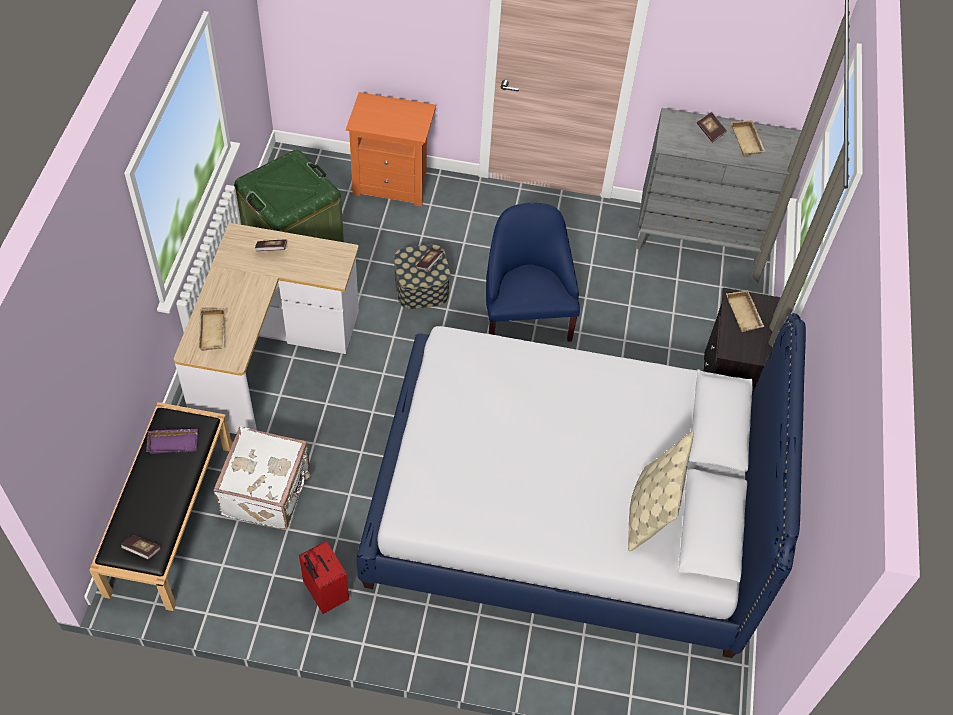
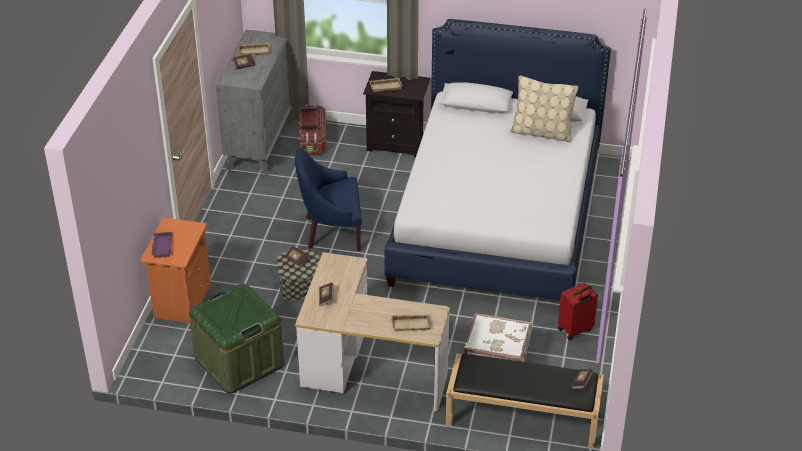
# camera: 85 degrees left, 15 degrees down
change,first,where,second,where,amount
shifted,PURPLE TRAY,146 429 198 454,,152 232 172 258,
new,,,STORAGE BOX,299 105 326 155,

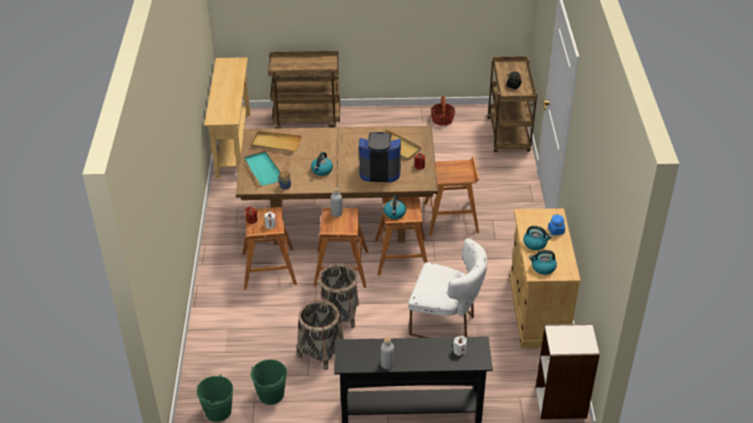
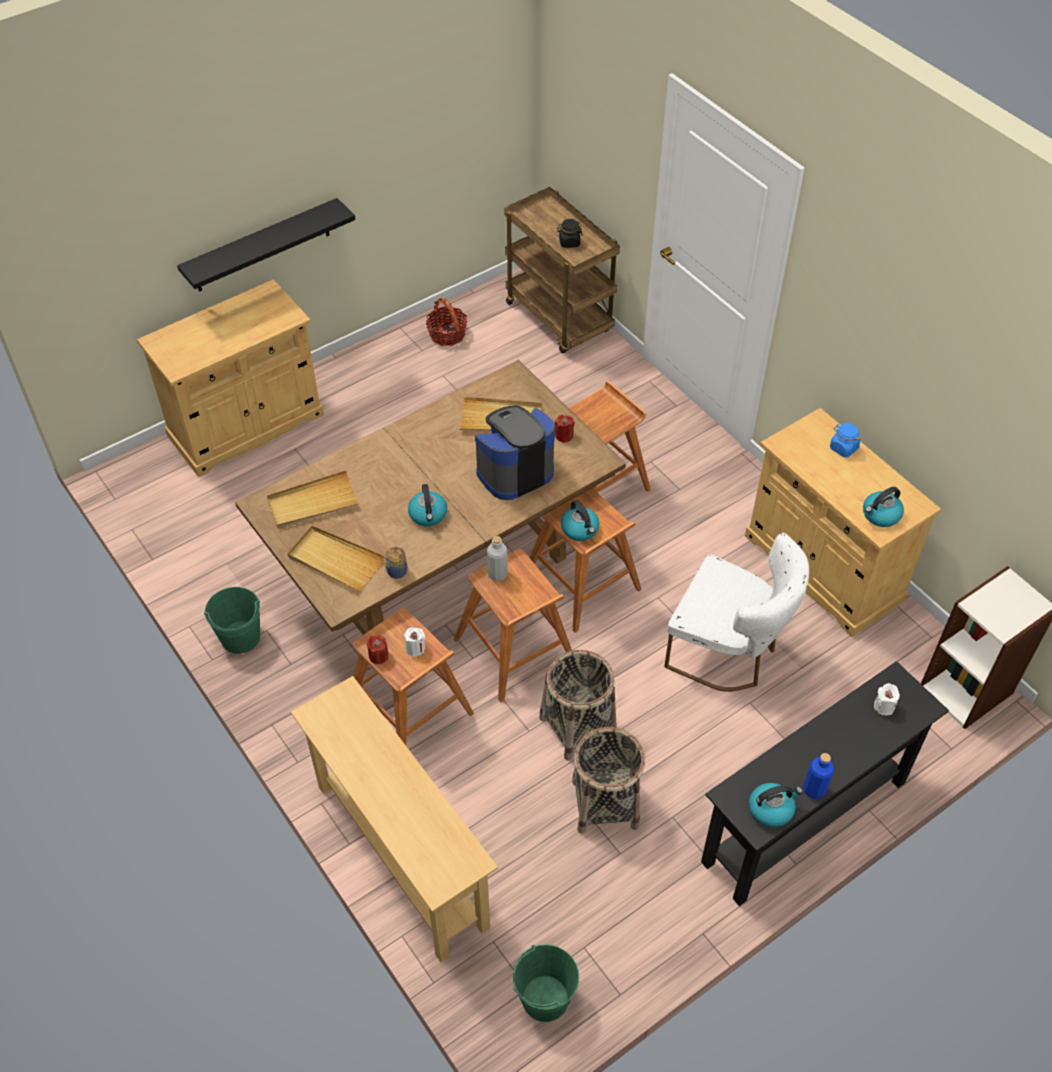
# camera: 35 degrees left, 10 degrees up
change,first,where,second,where,amount
swapped,BROWN CART,268 50 340 129,BEIGE CABINET,137 279 324 477,
new,,,BLACK SHELF,177 198 355 292,
shifted,GREEN BUCKET,251 359 287 405,,204 587 260 654,
repainted,TURQUOISE TRAY,244 151 281 186,BEIGE TRAY,287 526 385 591,
shifted,BEIGE CONSOLE TABLE,204 57 250 178,,291 676 498 962,
rotated,WHITE CHAIR,408 238 487 338,,664 533 809 692,45 degrees clockwise
shifted,KETTLE,523 226 552 250,,749 783 803 827,
repainted,GREY BOTTLE,381 337 394 369,BLUE BOTTLE,803 753 834 799,

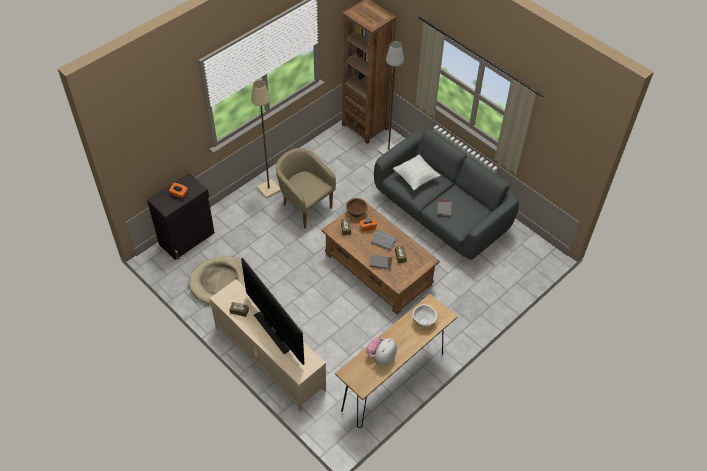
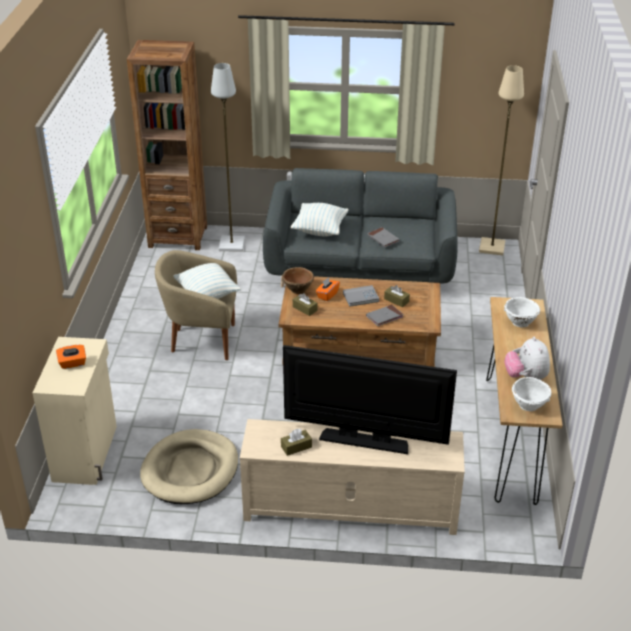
# camera: 40 degrees left, 15 degrees down
change,first,where,second,where,amount
repainted,BLACK CABINET,147 173 215 260,BEIGE CABINET,33 337 117 485,
new,,,PILLOW,173 263 241 299,
shifted,BEIGE FLOOR LAMP,251 80 281 199,,479 65 524 255,
new,,,WHITE BOWL,512 377 551 411,

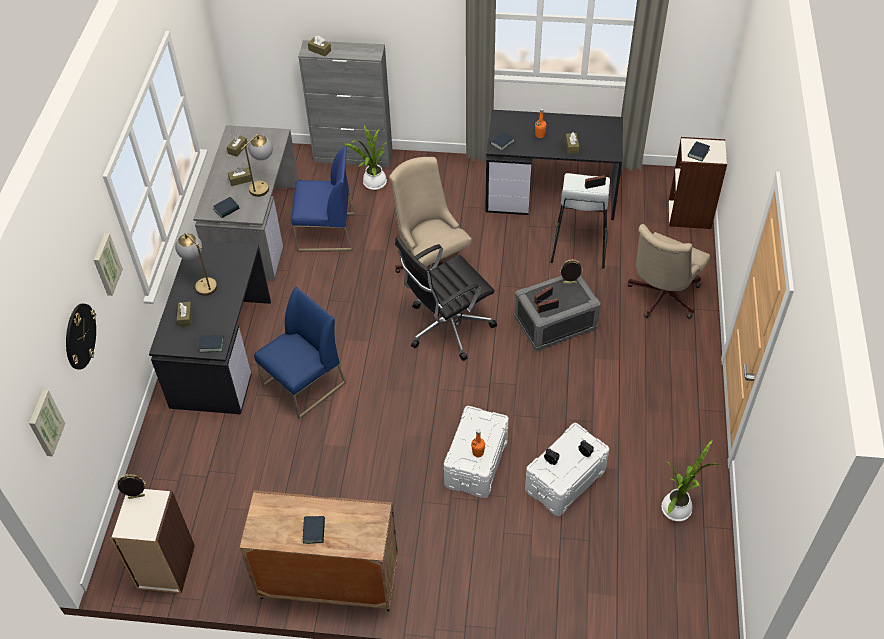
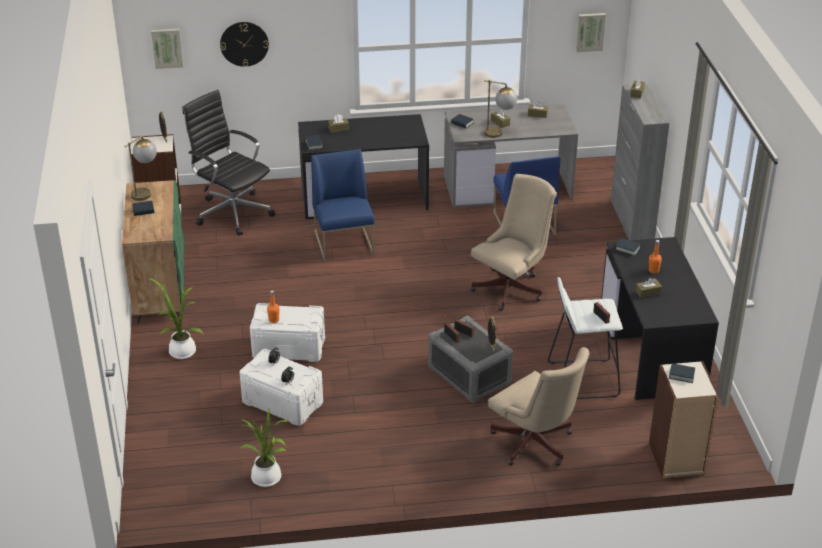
# camera: 75 degrees right, 15 degrees down
change,first,where,second,where,amount
repainted,BROWN CABINET,240 490 397 612,GREEN CABINET,122 180 184 323,
shifted,TABLE LAMP,175 233 217 296,,124 135 157 201,
shifted,POTTED PLANT,345 124 387 190,,149 278 204 359,
shifted,BLACK OFFICE CHAIR,395 236 497 361,,182 90 275 235,
rotated,BLUE CHAIR,254 287 346 419,,311 149 375 262,135 degrees counterclockwise
rotated,BEIGE OFFICE CHAIR,628 224 710 319,,488 347 590 466,150 degrees counterclockwise
shifted,PICTURE,94 233 123 296,,576 13 606 52,

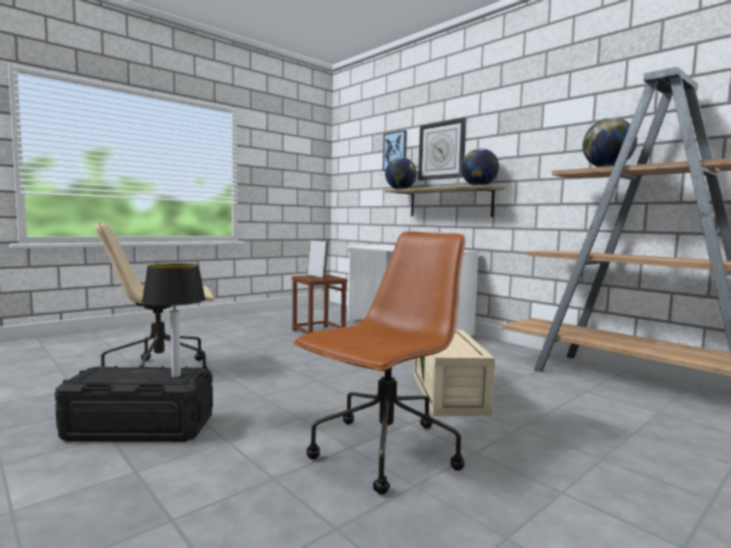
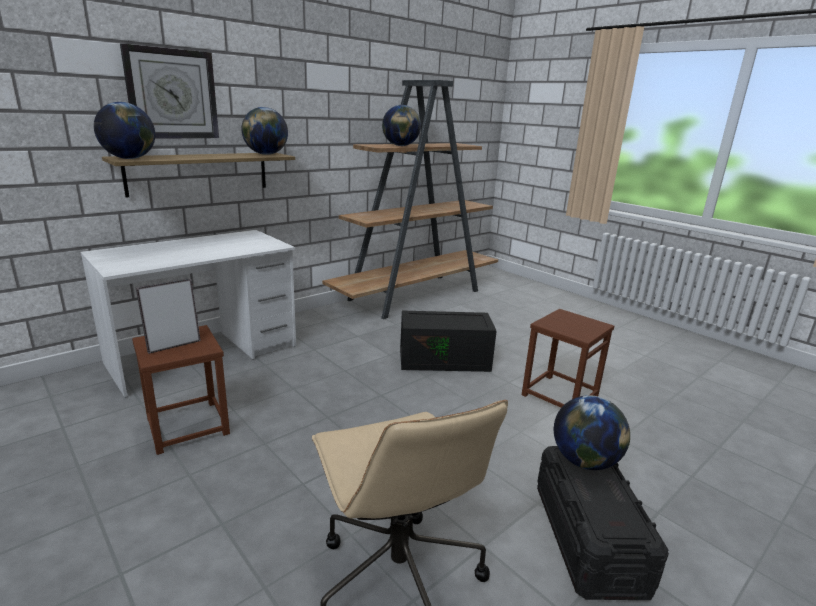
# camera: 90 degrees left, 15 degrees up
change,first,where,second,where,amount
repainted,BEIGE STORAGE BOX,414 330 495 416,BLACK STORAGE BOX,400 311 497 372,
swapped,BROWN OFFICE CHAIR,293 231 465 495,BROWN STOOL,522 309 615 408,
swapped,TABLE LAMP,142 263 206 377,GLOBE,554 395 630 470,
gone,PICTURE,383 130 407 171,,,

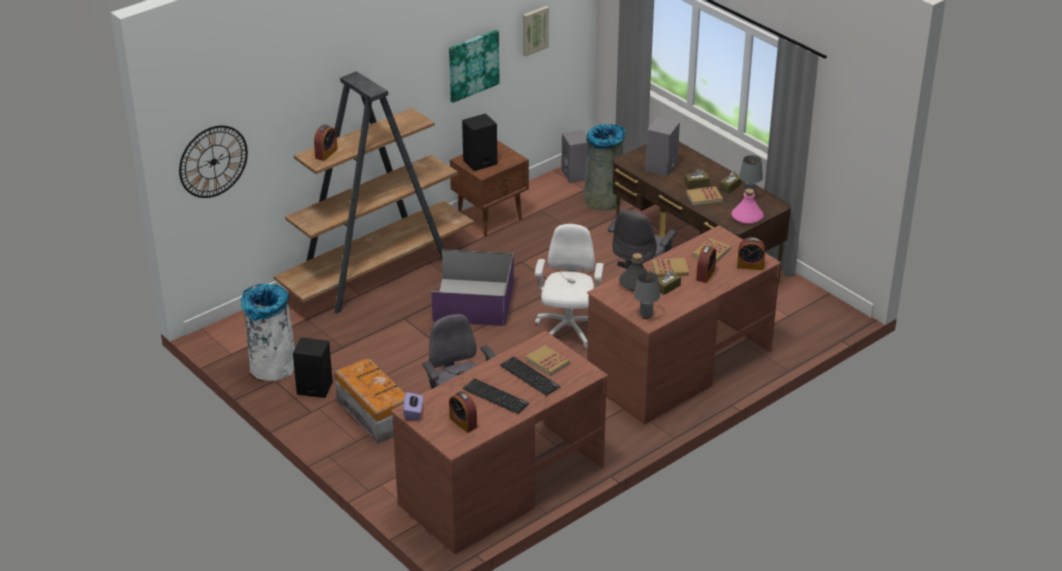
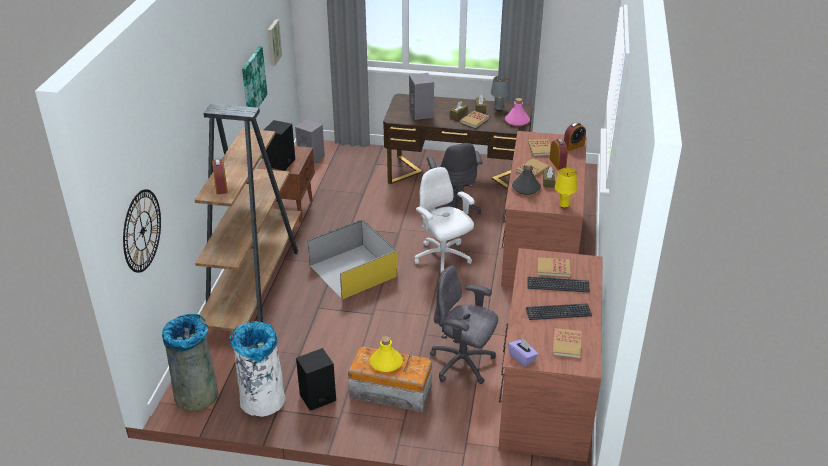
# camera: 40 degrees left, 0 degrees up
change,first,where,second,where,amount
shifted,GREY TRASH CAN,584 124 626 211,,162 314 219 411,
repainted,PURPLE STORAGE BOX,431 249 514 326,YELLOW STORAGE BOX,308 220 397 299,
new,,,YELLOW BOTTLE,370 336 403 372,
swapped,ALARM CLOCK,449 391 477 433,BOOK,552 328 582 358,
repainted,GREY TABLE LAMP,634 271 660 319,YELLOW TABLE LAMP,555 168 577 208,

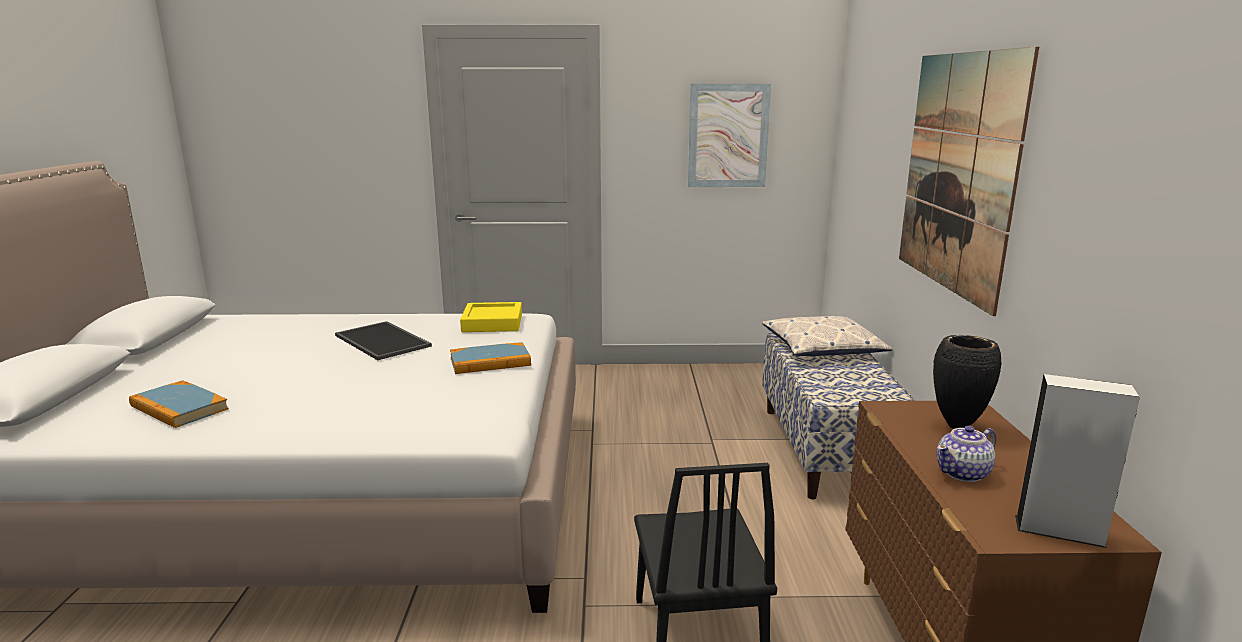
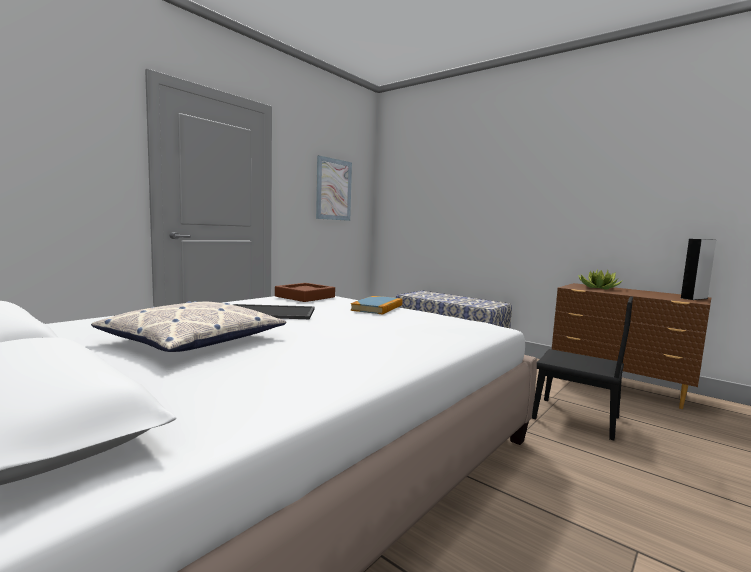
# camera: 50 degrees left, 10 degrees down
change,first,where,second,where,amount
shifted,PILLOW,762 315 893 356,,91 301 286 352,
repainted,YELLOW TRAY,460 302 522 332,BROWN TRAY,275 283 335 302,
swapped,BLACK VASE,933 335 1002 429,POTTED PLANT,578 268 623 290,
gone,BOOK,129 380 229 428,,,
gone,PICTURE,899 47 1039 316,,,
gone,TEAPOT,937 426 996 482,,,

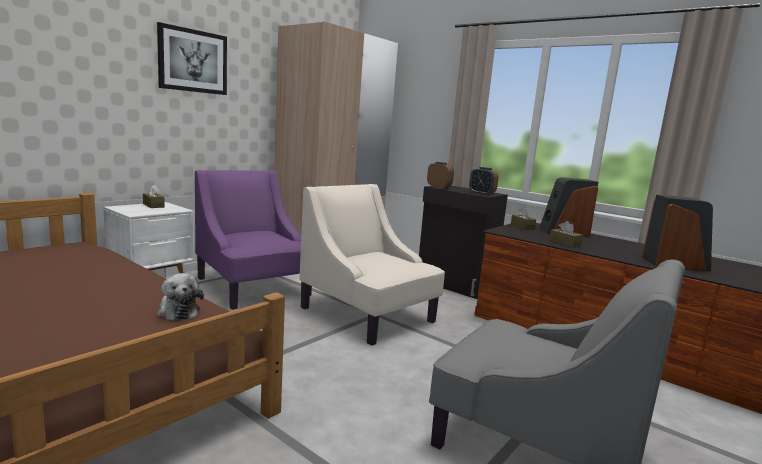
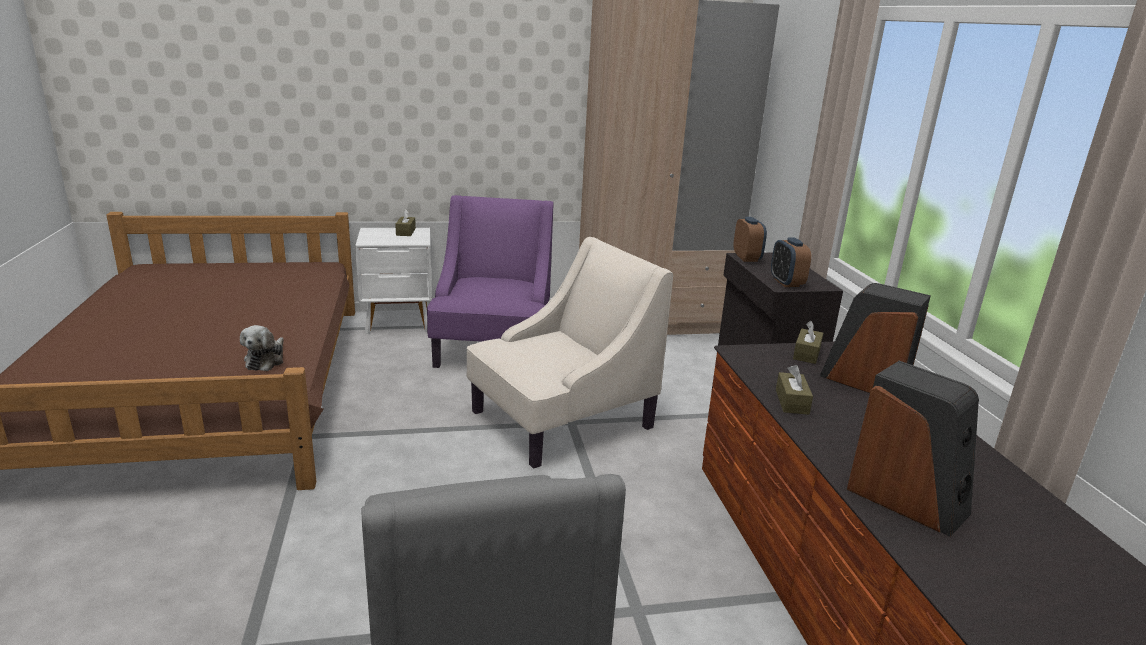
# camera: 40 degrees right, 10 degrees up
change,first,where,second,where,amount
rotated,BEIGE ARMCHAIR,299 184 445 346,,466 237 673 469,60 degrees clockwise
gone,PICTURE,157 22 227 95,,,

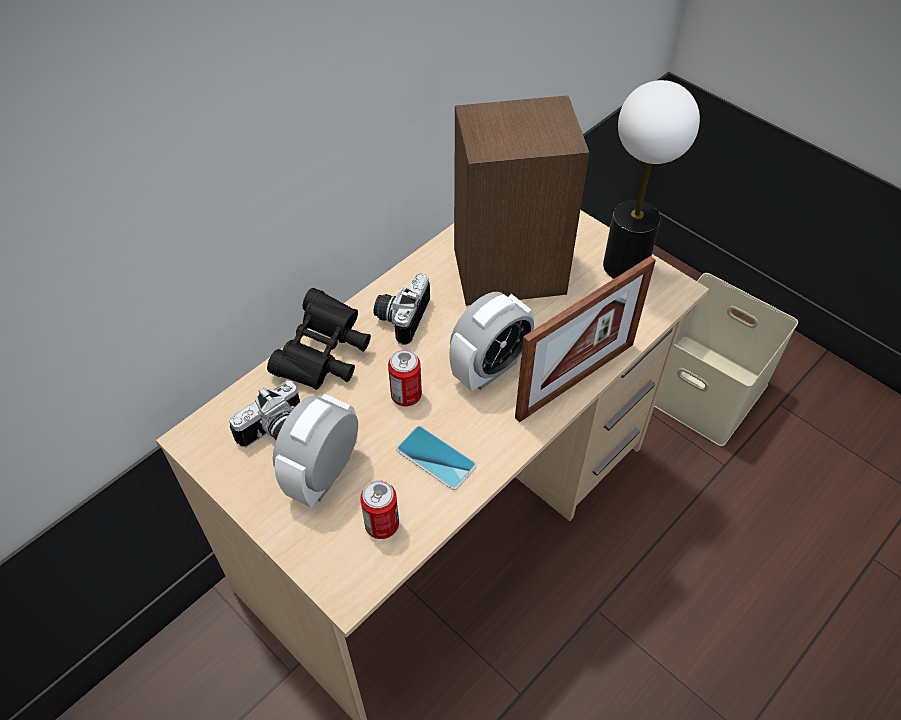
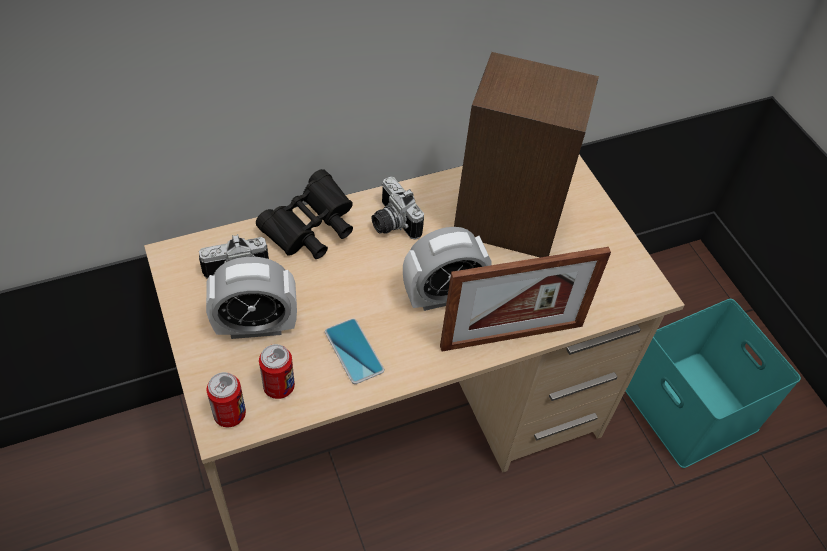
# camera: 20 degrees right, 0 degrees up
change,first,where,second,where,amount
rotated,ALARM CLOCK,273 393 358 508,,206 257 297 339,150 degrees counterclockwise
shifted,CAN,388 350 422 406,,207 372 246 427,
rotated,PHOTO CAMERA,374 273 430 345,,372 176 424 240,75 degrees counterclockwise
repainted,BEIGE STORAGE BOX,654 273 798 446,TURQUOISE STORAGE BOX,625 299 801 468,
gone,TABLE LAMP,603 80 700 279,,,

